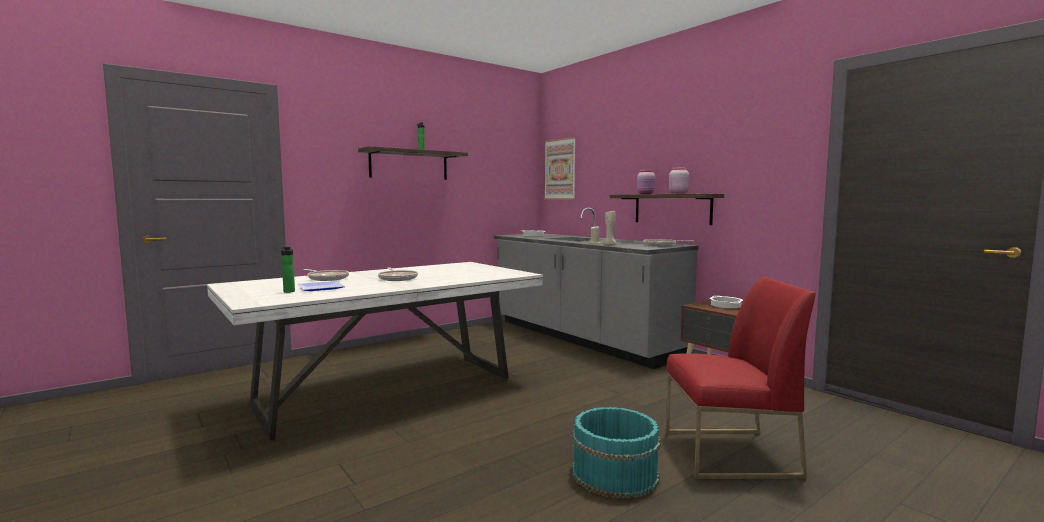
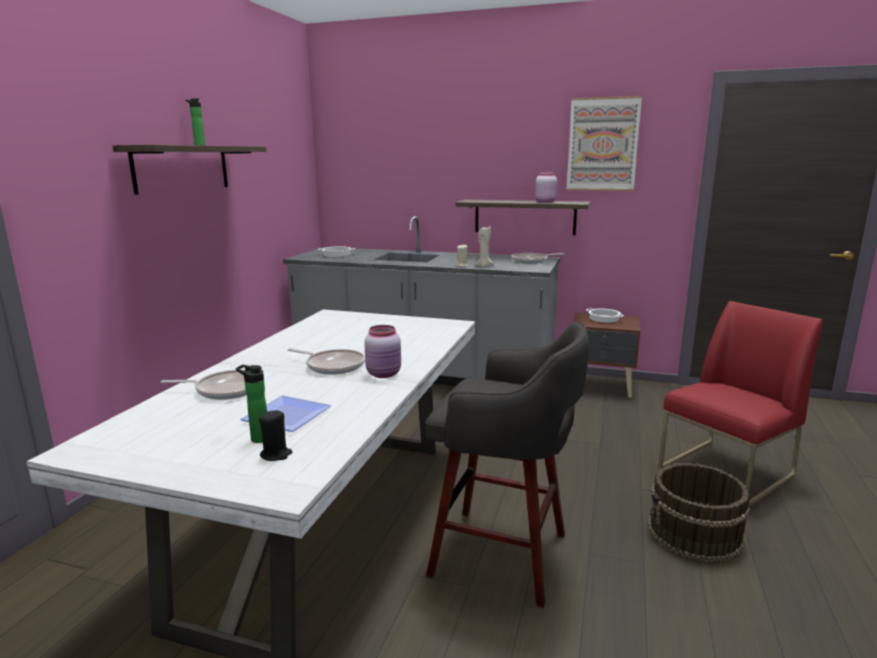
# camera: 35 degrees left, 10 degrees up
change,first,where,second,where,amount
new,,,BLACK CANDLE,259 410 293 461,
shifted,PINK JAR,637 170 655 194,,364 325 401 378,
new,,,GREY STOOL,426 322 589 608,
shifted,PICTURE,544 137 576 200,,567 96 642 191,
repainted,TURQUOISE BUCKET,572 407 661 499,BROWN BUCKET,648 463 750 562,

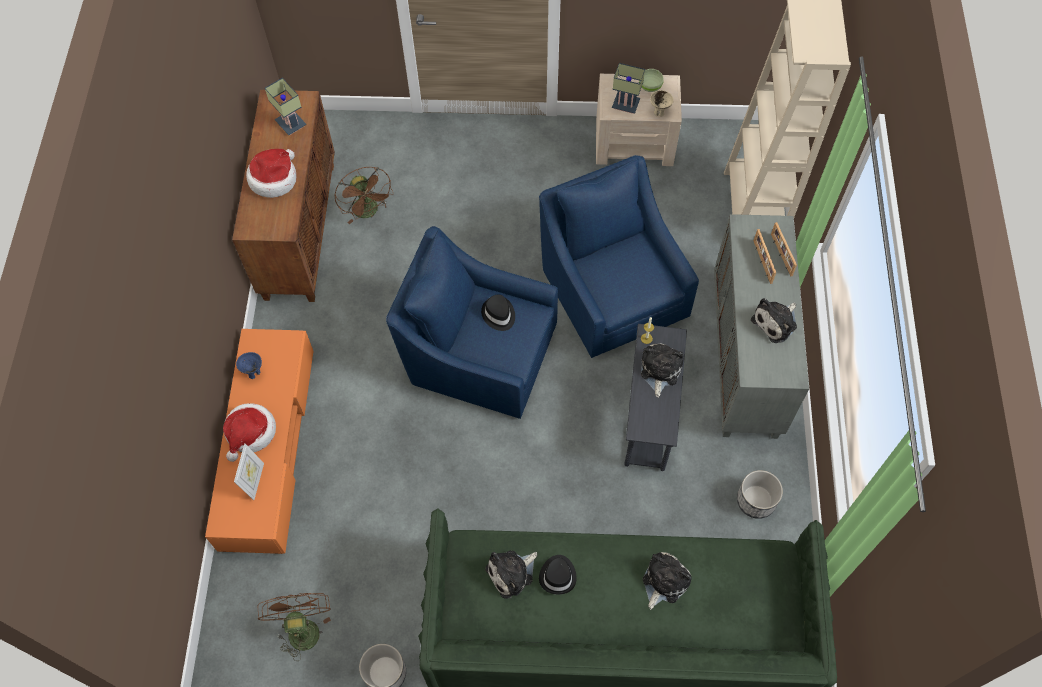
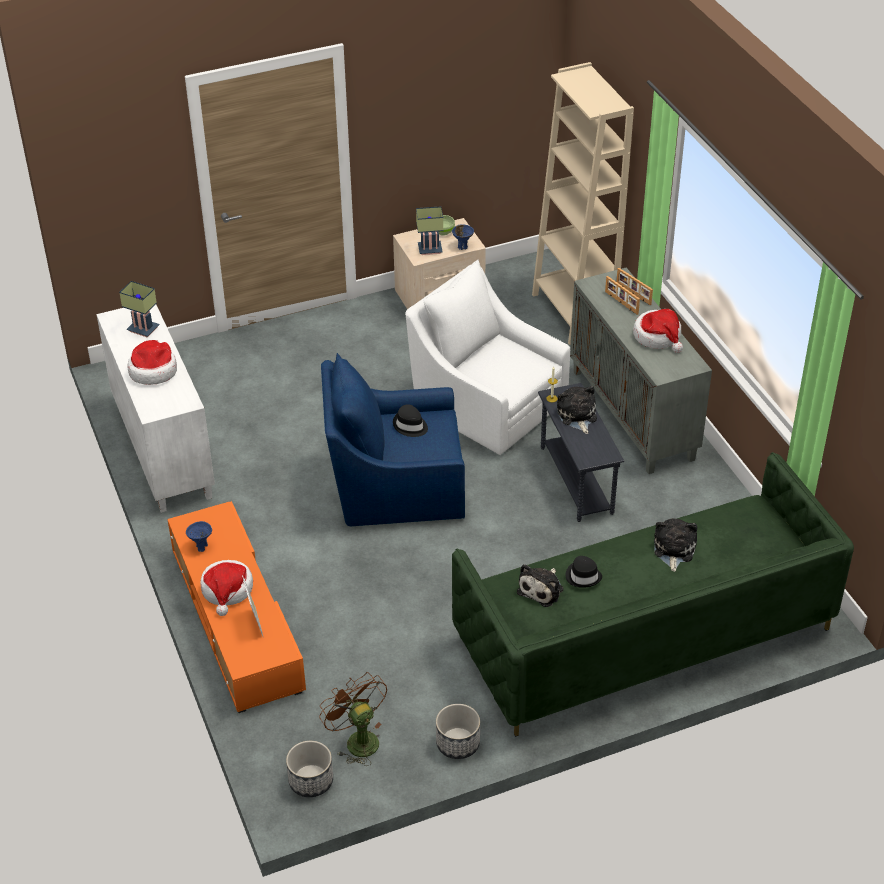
# camera: 25 degrees left, 20 degrees down
change,first,where,second,where,amount
repainted,BROWN CABINET,232 90 335 302,WHITE CABINET,96 305 215 513,
shifted,PLANTER,737 470 783 519,,286 741 333 797,
repainted,BLUE ARMCHAIR,539 155 699 358,WHITE ARMCHAIR,405 259 570 455,
repainted,BEIGE BOWL,650 90 674 117,BLUE BOWL,452 224 474 250,
swapped,PLUSH TOY,751 298 797 343,HAT,633 309 683 353,
gone,BROWN FAN,334 167 394 224,,,

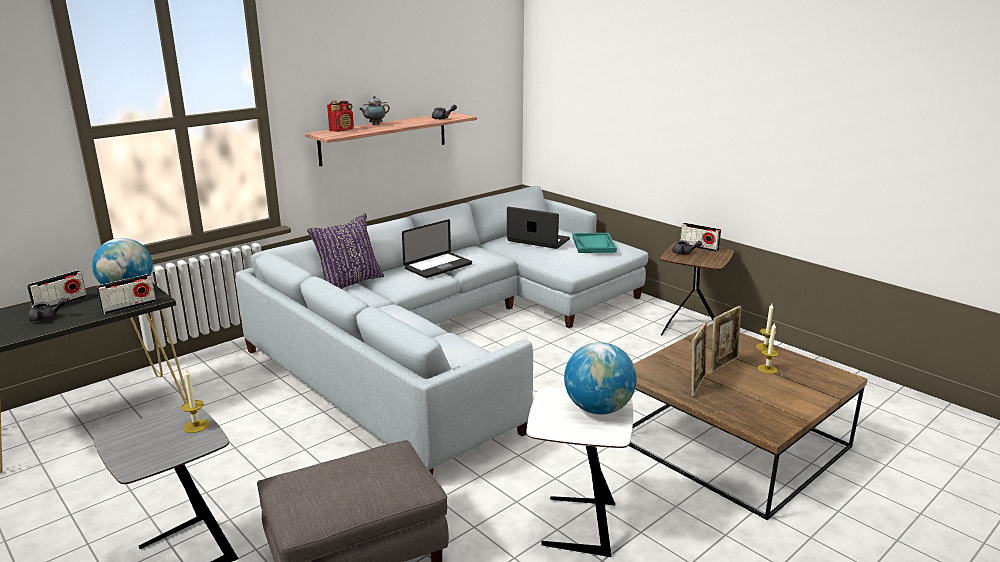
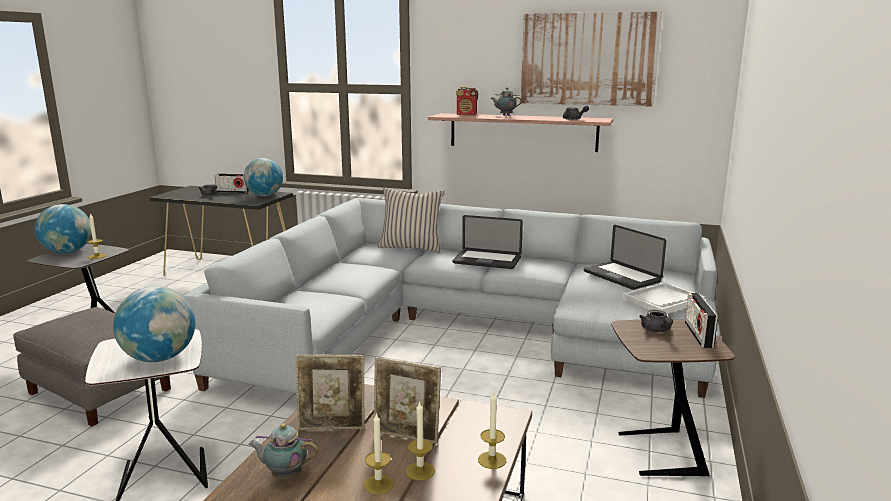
# camera: 60 degrees right, 5 degrees down
change,first,where,second,where,amount
new,,,GLOBE,35 204 91 253,
new,,,TEAPOT,248 423 318 479,
new,,,CANDLE,364 413 394 494,
repainted,PURPLE PILLOW,307 213 384 289,BEIGE PILLOW,377 188 445 252,
new,,,PICTURE,521 12 662 107,
rotated,LAPTOP,507 207 570 249,,584 225 666 290,150 degrees clockwise
repainted,TURQUOISE TRAY,572 233 617 253,WHITE TRAY,622 282 705 314,
gone,RADIO,97 274 156 314,,,

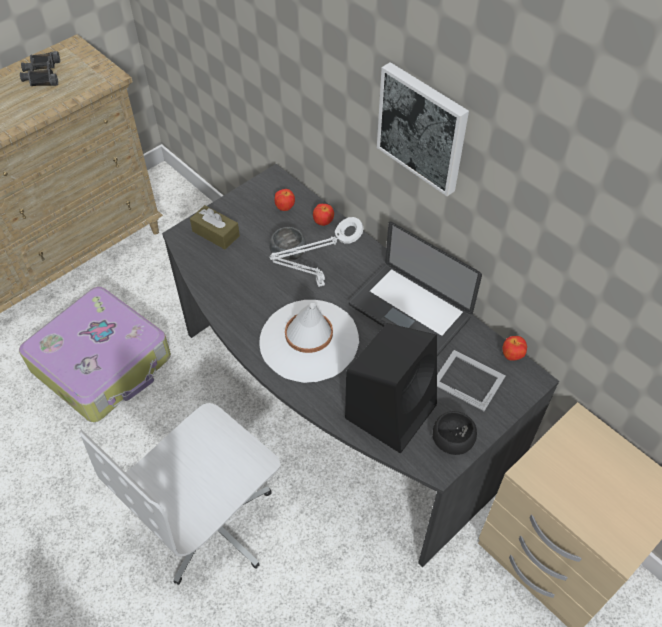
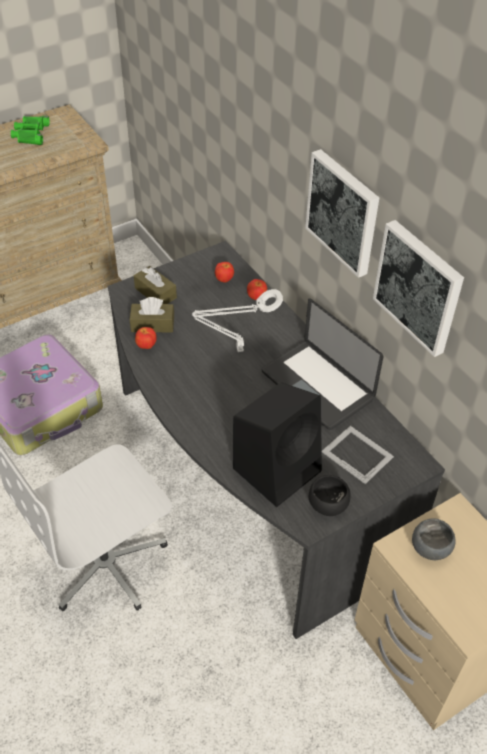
# camera: 10 degrees right, 5 degrees down
change,first,where,second,where,amount
repainted,BLACK BINOCULARS,20 51 60 86,GREEN BINOCULARS,11 116 50 145,
new,,,BROWN TISSUE BOX,130 297 174 332,
shifted,APPLE,502 336 527 361,,135 327 157 349,
new,,,PICTURE,373 220 464 357,
shifted,GREY BOWL,269 227 306 261,,412 519 456 560,
gone,WHITE HAT,259 300 359 383,,,

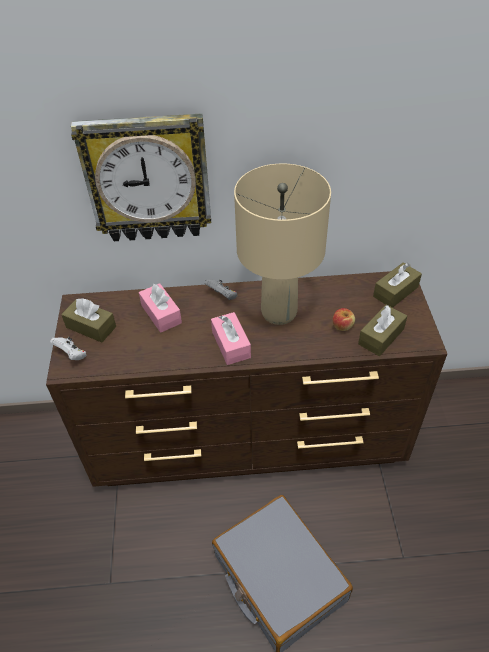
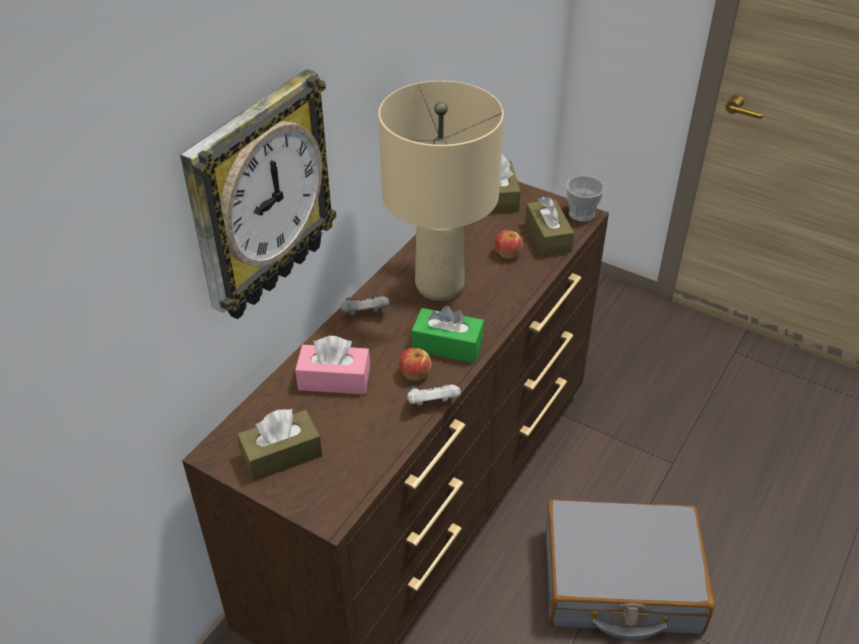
# camera: 55 degrees left, 5 degrees down
change,first,where,second,where,amount
new,,,APPLE,399 348 431 381,
shifted,WHITE GAME CONTROLLER,50 337 87 360,,407 384 461 406,
repainted,PINK TISSUE BOX,211 312 251 365,GREEN TISSUE BOX,412 306 484 363,
new,,,CUP,566 175 605 222,

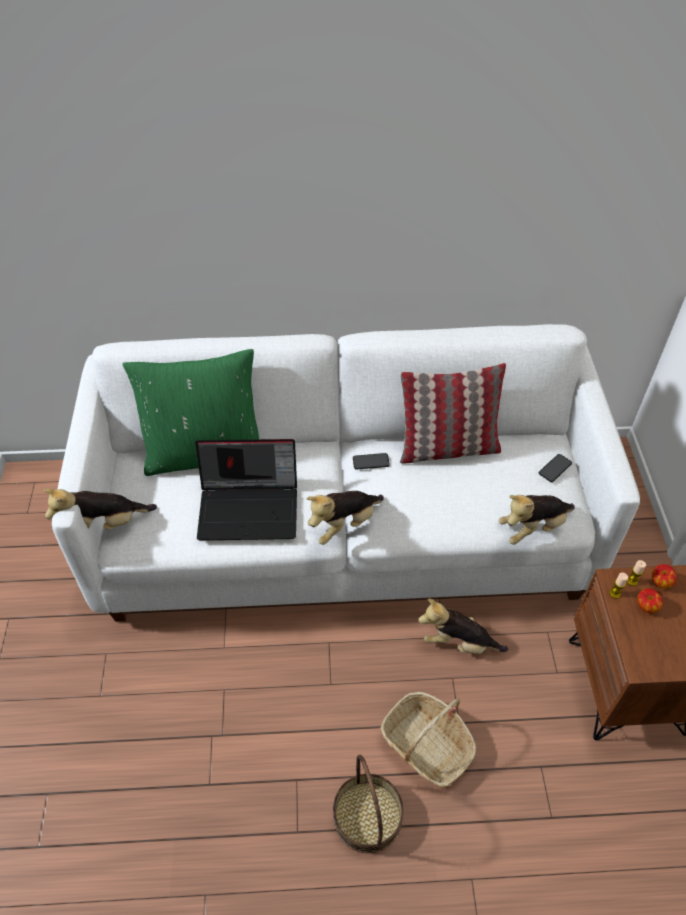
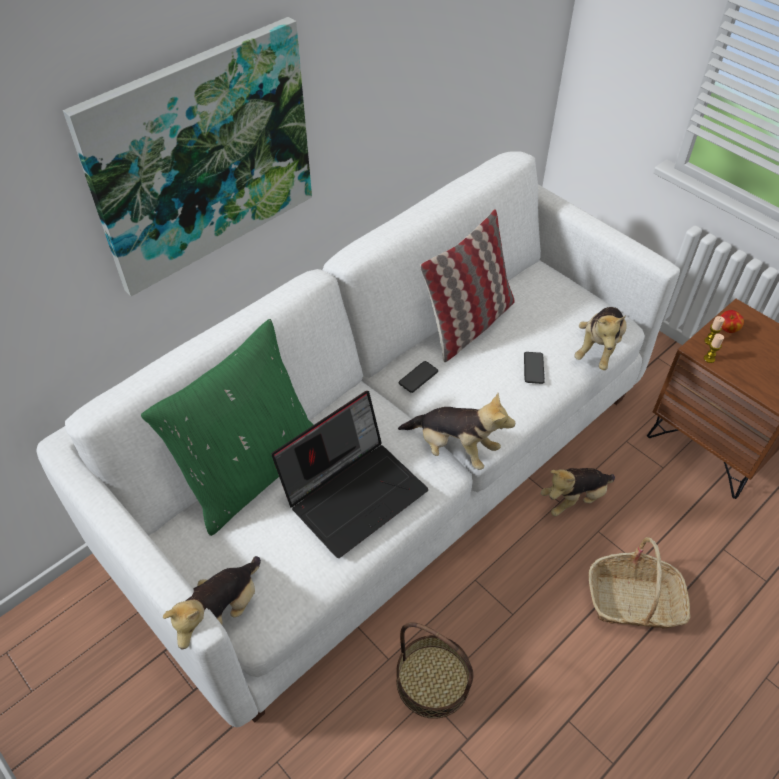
# camera: 40 degrees left, 0 degrees up
change,first,where,second,where,amount
new,,,PICTURE,63 17 312 296,
shifted,BASKET,333 755 403 853,,396 622 474 719,
rotated,PLUSH TOY,307 491 384 545,,398 393 515 470,75 degrees counterclockwise
shifted,PHONE,539 454 572 482,,524 352 545 384,
gone,APPLE,637 588 663 613,,,

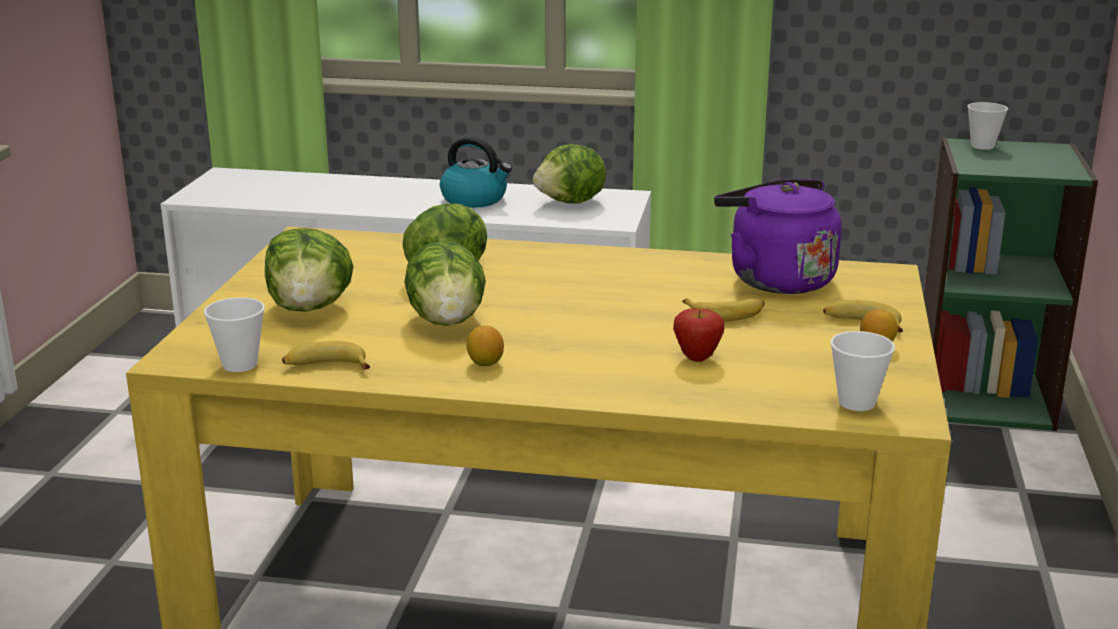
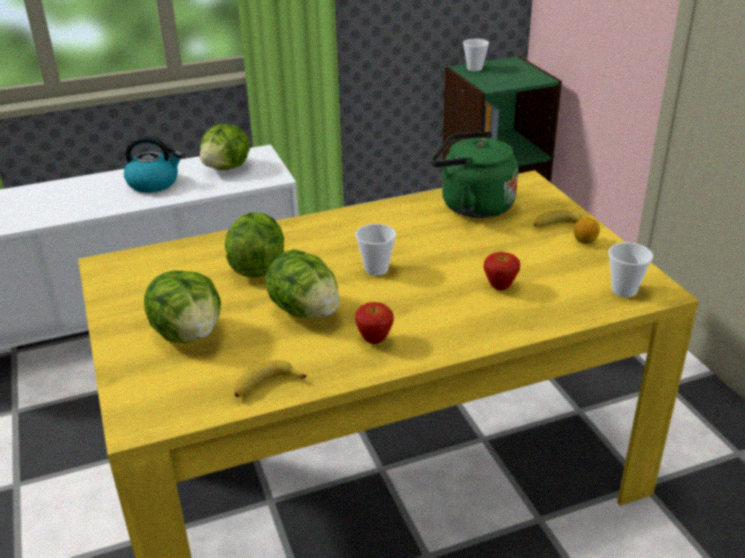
# camera: 30 degrees left, 10 degrees up
change,first,where,second,where,amount
shifted,CUP,204 297 265 372,,355 224 396 276,
swapped,LEMON,466 325 504 366,APPLE,355 302 394 344,
repainted,PURPLE KETTLE,714 179 842 294,GREEN KETTLE,431 131 518 218,
gone,BANANA,682 299 765 321,,,

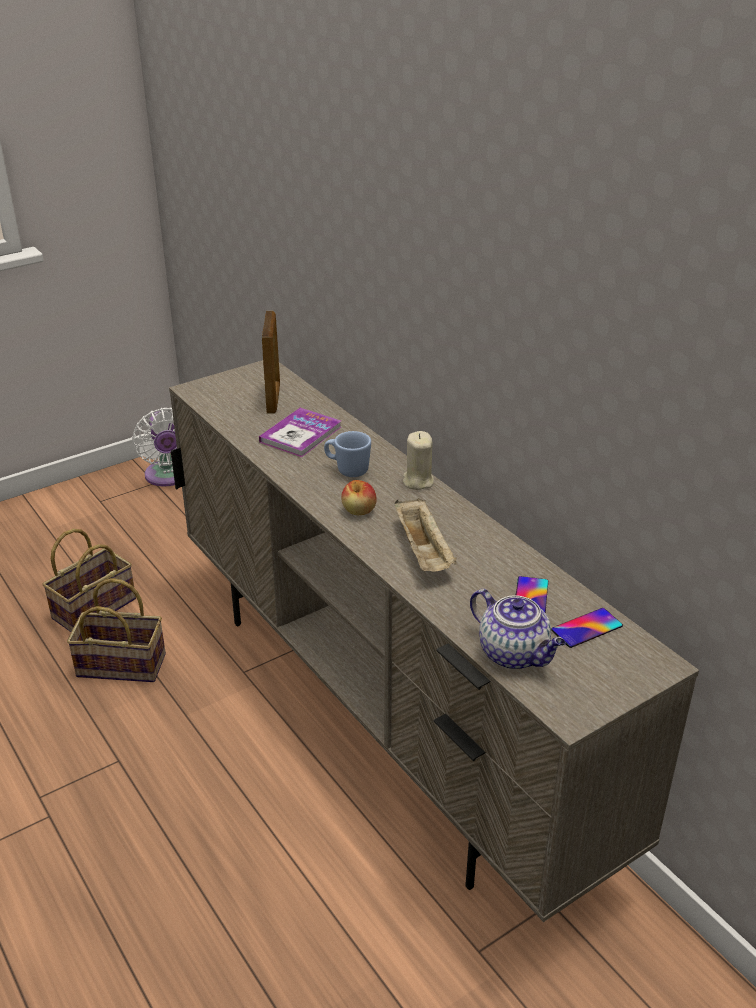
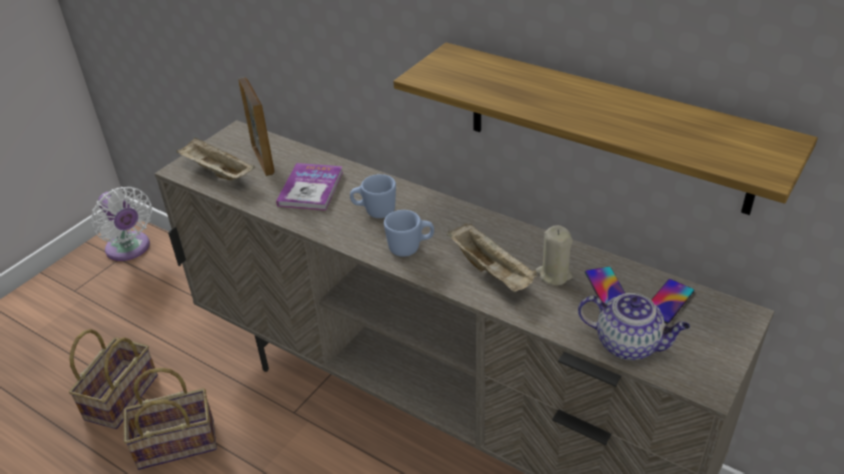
# camera: 20 degrees left, 5 degrees up
change,first,where,second,where,amount
new,,,BEIGE TRAY,176 137 255 180,
swapped,APPLE,341 480 377 515,BLUE MUG,384 210 434 257,
new,,,SHELF,393 43 818 215,
shifted,BEIGE CANDLE,403 431 434 490,,536 225 573 285,

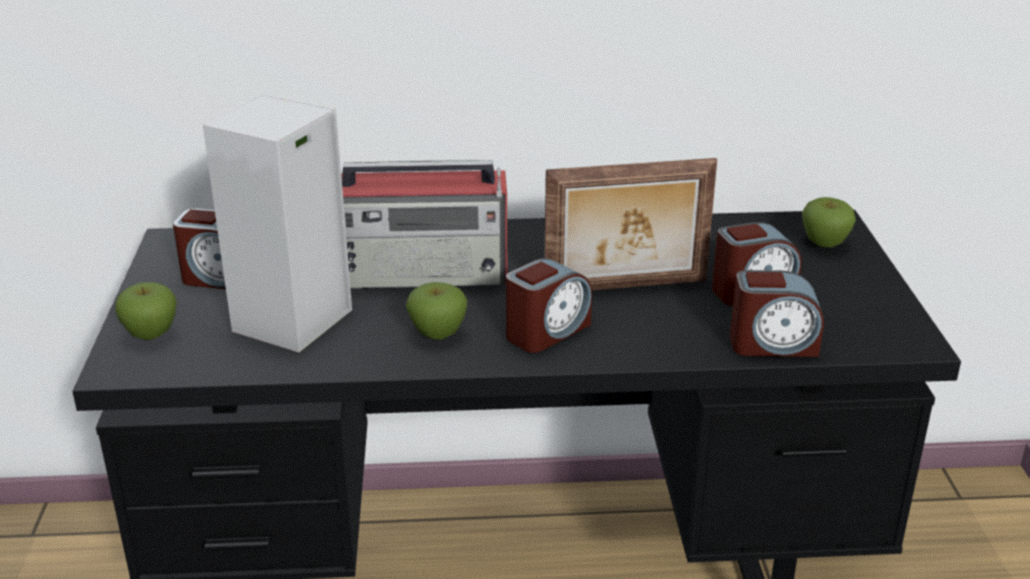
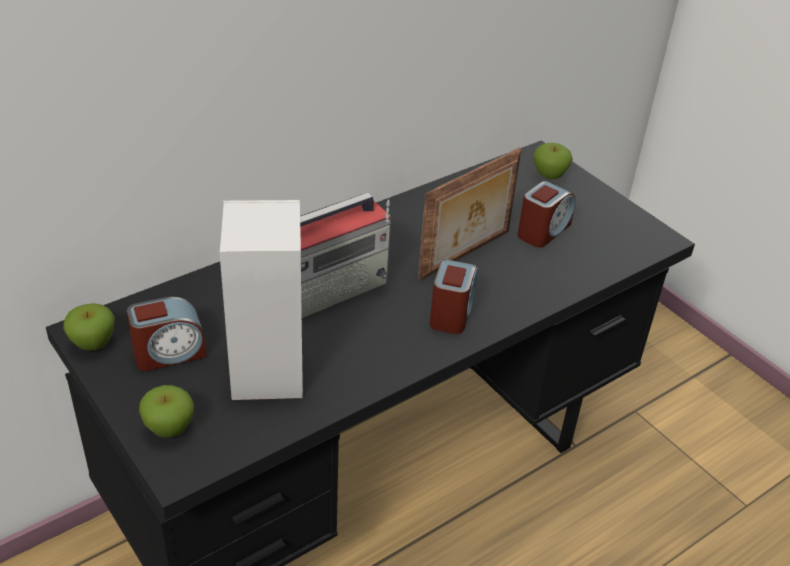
# camera: 35 degrees left, 10 degrees up
change,first,where,second,where,amount
shifted,APPLE,406 282 467 340,,63 303 115 351,
gone,ALARM CLOCK,730 270 824 357,,,

